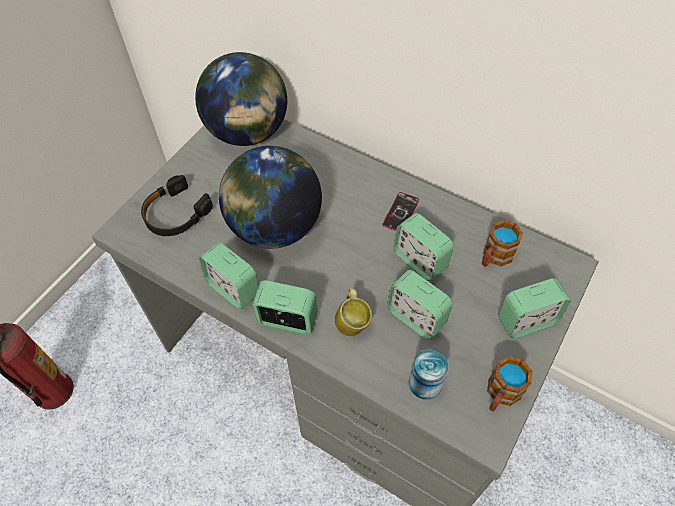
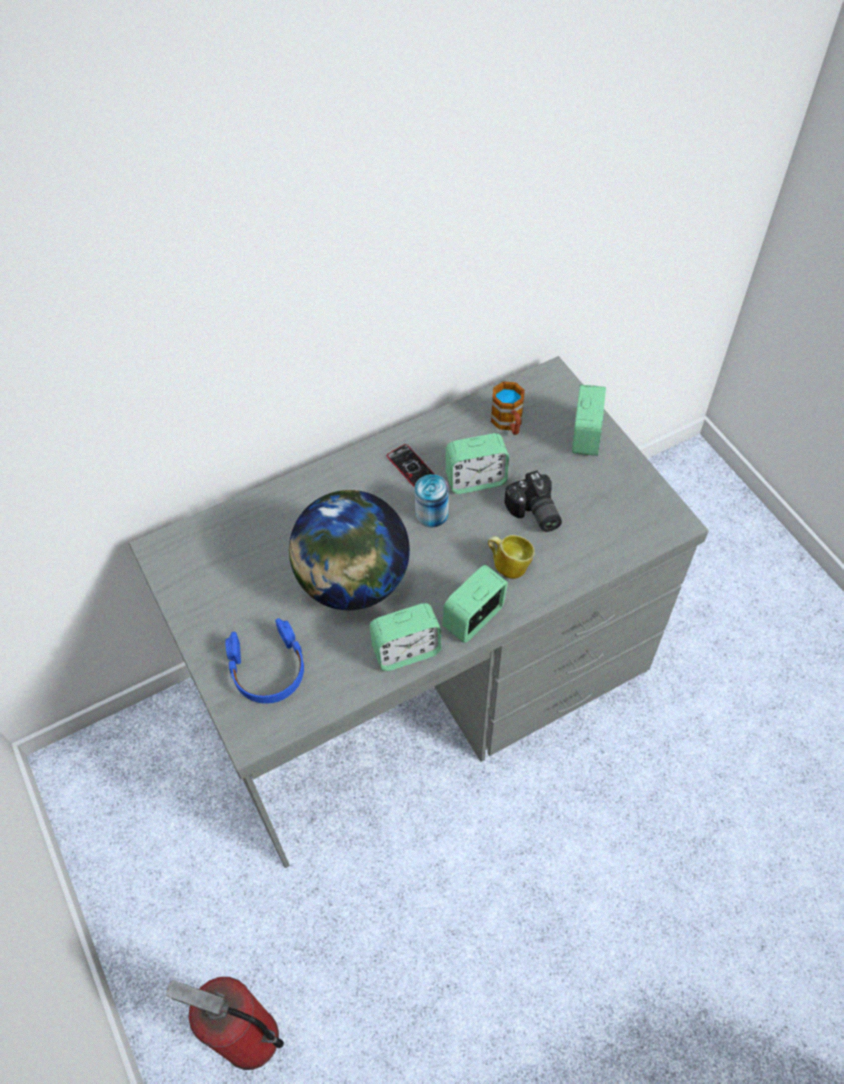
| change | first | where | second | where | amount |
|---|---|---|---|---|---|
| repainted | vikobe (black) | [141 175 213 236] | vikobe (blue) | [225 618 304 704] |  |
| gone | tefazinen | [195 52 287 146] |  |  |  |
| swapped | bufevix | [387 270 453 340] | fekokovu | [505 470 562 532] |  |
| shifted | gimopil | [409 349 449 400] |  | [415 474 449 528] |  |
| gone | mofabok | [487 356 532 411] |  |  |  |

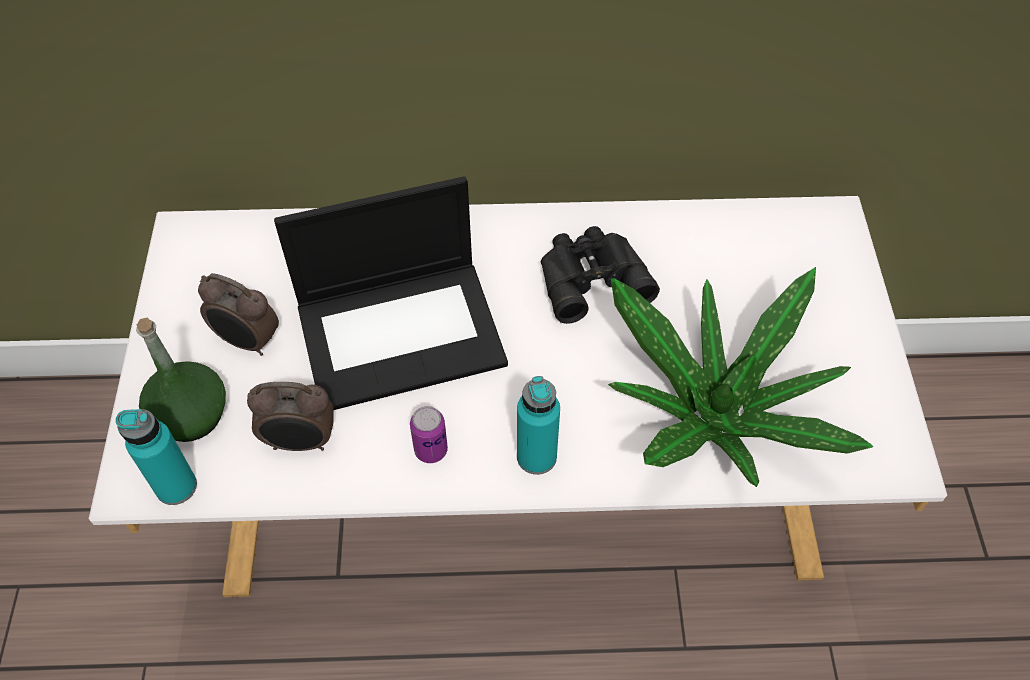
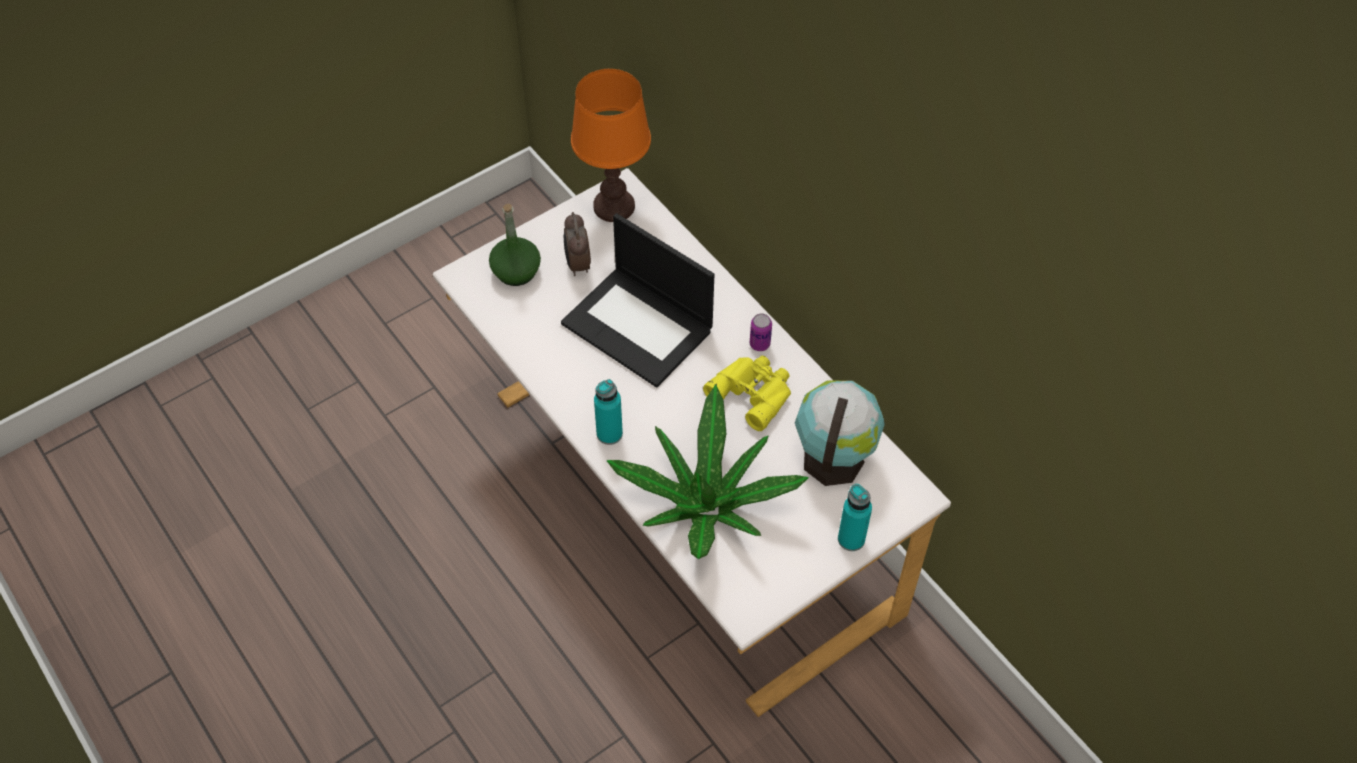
| change | first | where | second | where | amount |
|---|---|---|---|---|---|
| shifted | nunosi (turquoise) | [116 409 197 505] |  | [838 484 872 551] |  |
| gone | bufevix | [247 382 334 451] |  |  |  |
| shifted | gimopil | [410 406 448 463] |  | [750 313 772 351] |  |
| repainted | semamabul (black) | [541 226 660 324] | semamabul (yellow) | [703 356 791 431] |  |
| new |  |  | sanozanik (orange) | [571 69 651 222] |  |
| new |  |  | tefazinen | [795 380 885 486] |  |

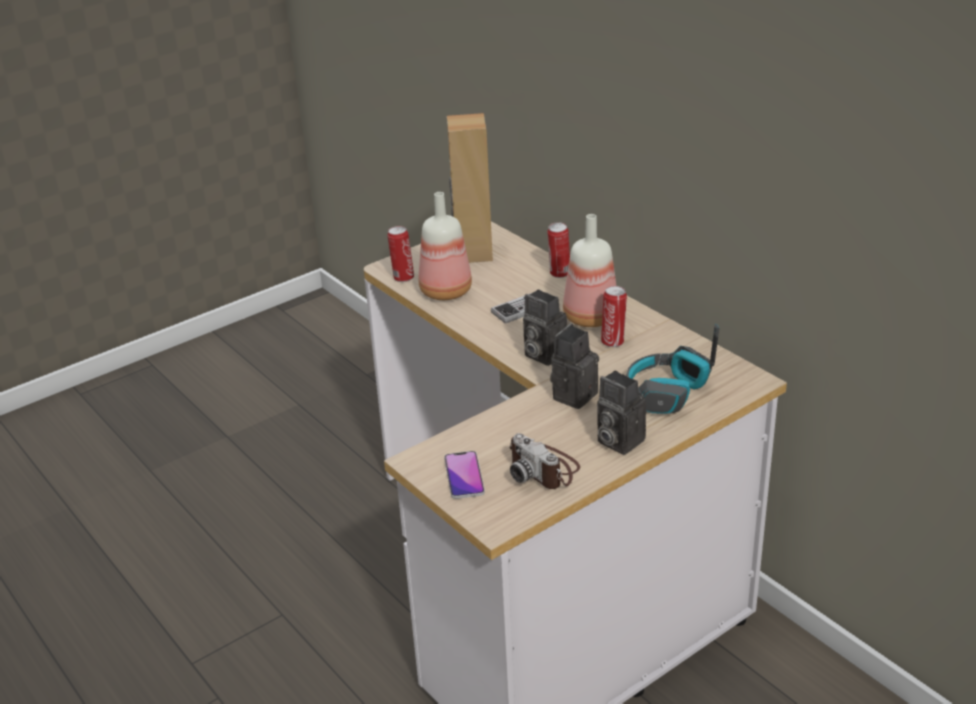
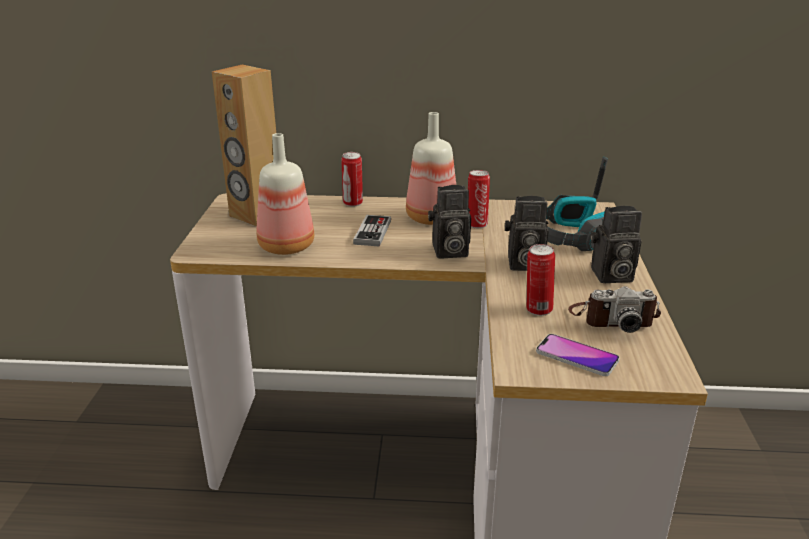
| change | first | where | second | where | amount |
|---|---|---|---|---|---|
| shifted | gimopil | [387 226 414 282] |  | [526 244 555 316] |  |
| rotated | fekokovu | [550 323 599 409] |  | [505 196 548 271] | 75 degrees counterclockwise |

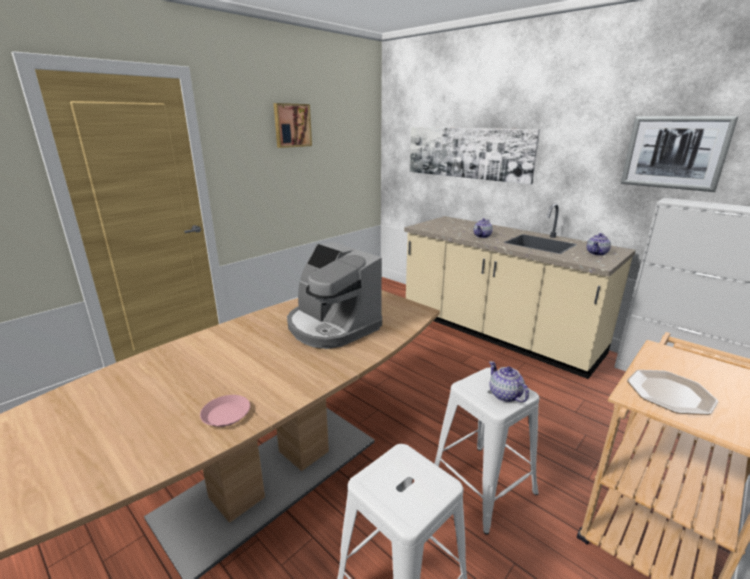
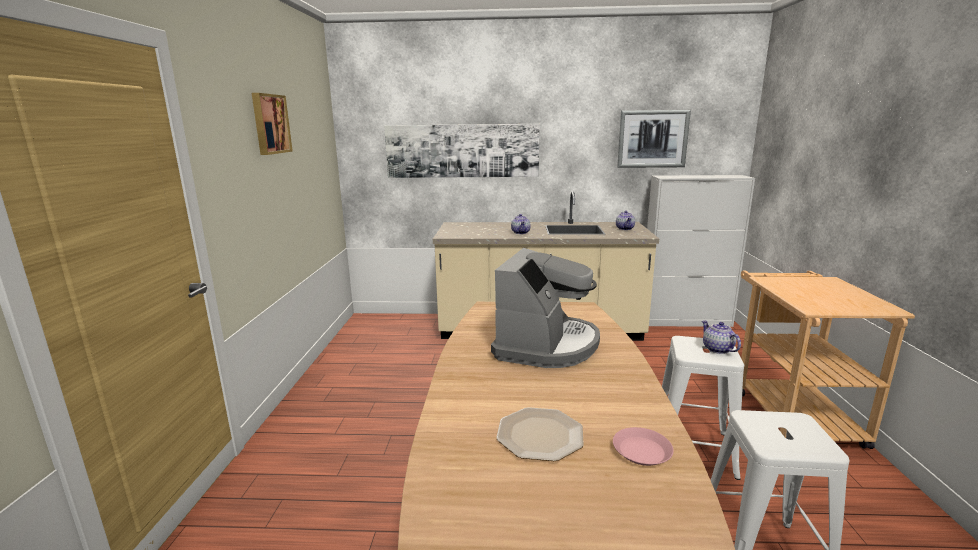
| change | first | where | second | where | amount |
|---|---|---|---|---|---|
| rotated | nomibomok | [287 242 382 349] |  | [491 248 600 368] | 75 degrees counterclockwise |
| rotated | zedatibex | [489 361 529 402] |  | [702 321 741 354] | 45 degrees clockwise |
| shifted | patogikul | [627 370 718 415] |  | [496 407 584 461] |  |

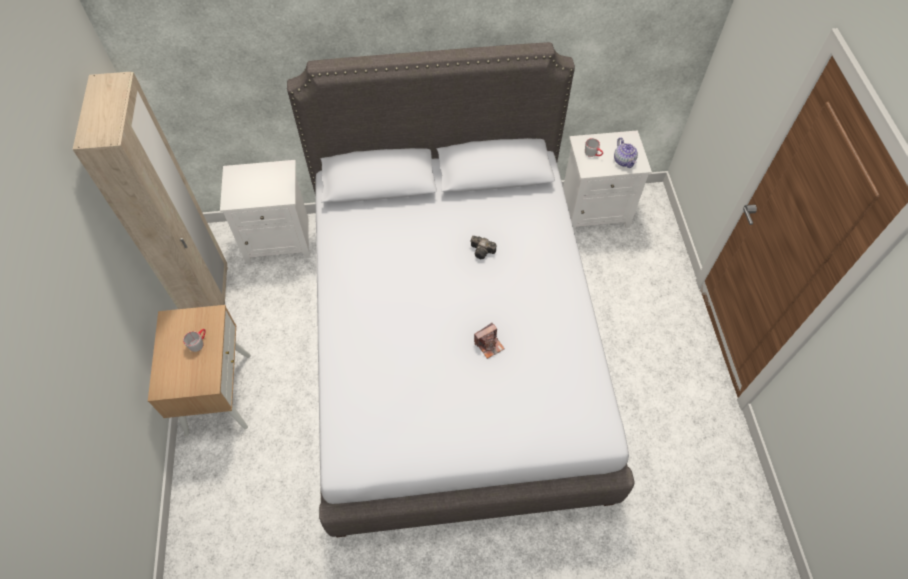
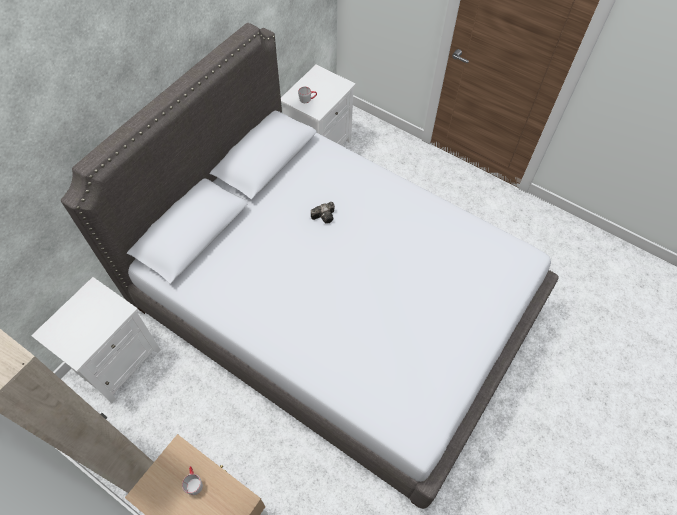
| change | first | where | second | where | amount |
|---|---|---|---|---|---|
| gone | fekokovu | [474 323 505 359] |  |  |  |
| gone | zedatibex | [614 138 638 168] |  |  |  |

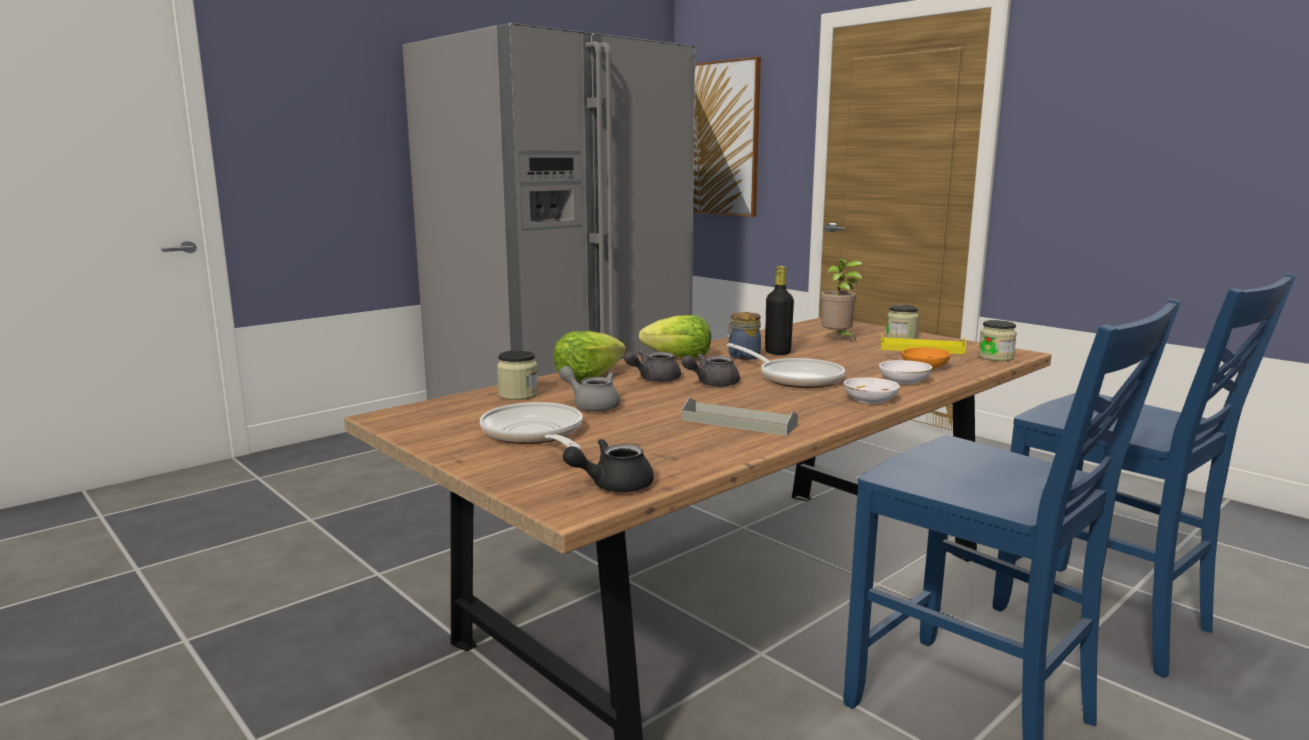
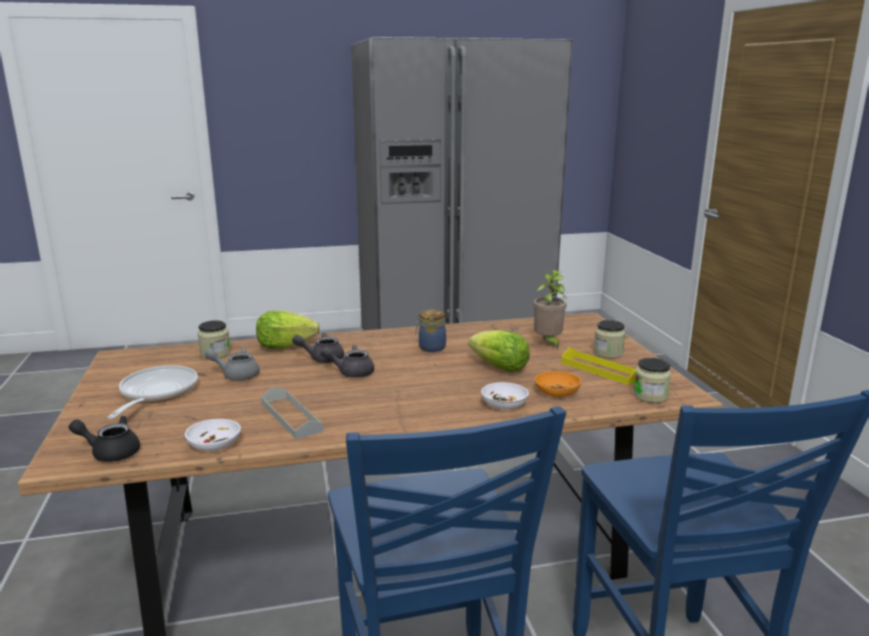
| change | first | where | second | where | amount |
|---|---|---|---|---|---|
| rotated | zedatibex (grey) | [559 366 620 412] |  | [205 347 260 380] | 60 degrees counterclockwise |
| shifted | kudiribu | [639 315 711 359] |  | [468 330 530 372] |  |
| gone | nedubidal | [693 57 761 217] |  |  |  |
| gone | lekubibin | [727 343 845 388] |  |  |  |
| gone | nunosi (black) | [765 266 794 355] |  |  |  |
| shifted | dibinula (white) | [844 377 900 404] |  | [184 419 241 451] |  |

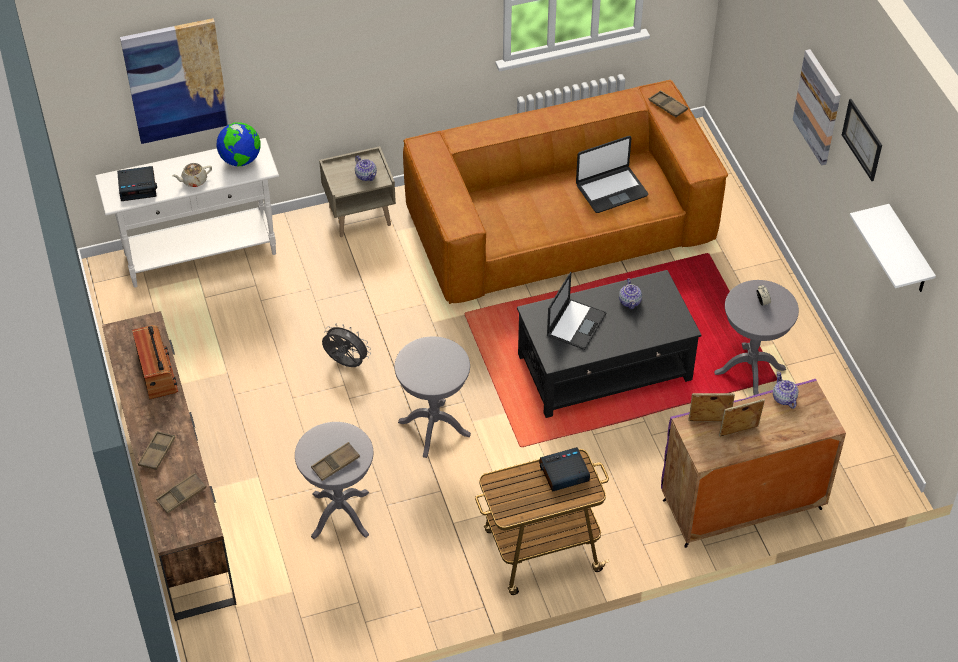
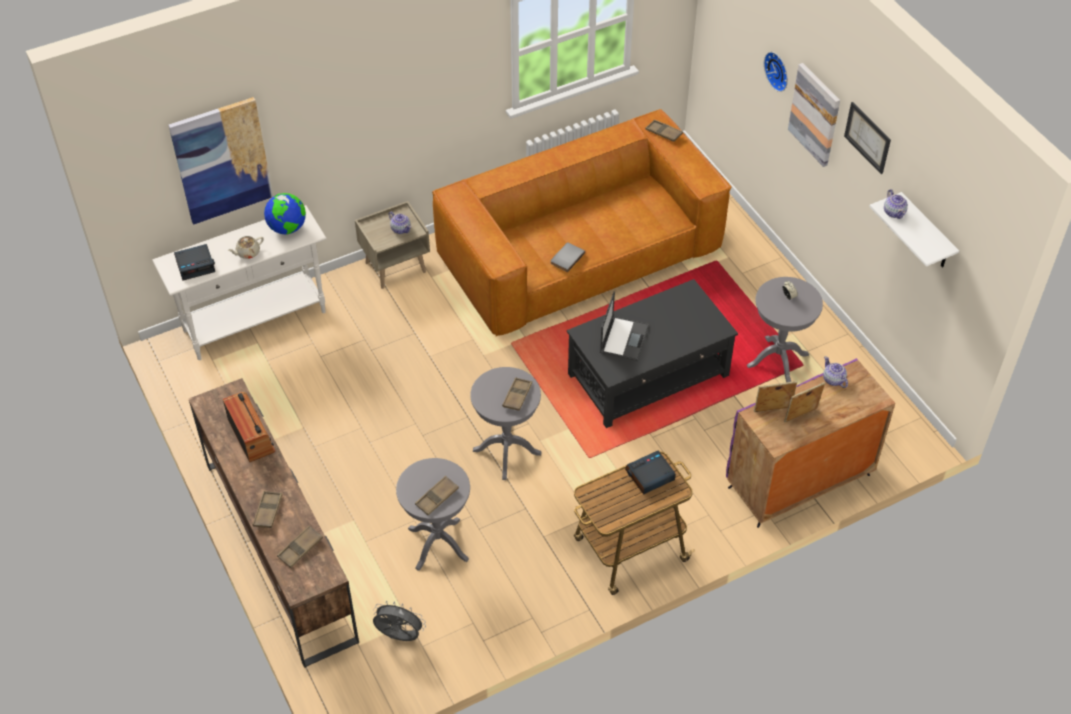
| change | first | where | second | where | amount |
|---|---|---|---|---|---|
| shifted | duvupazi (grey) | [322 323 371 367] |  | [373 601 426 641] |  |
| gone | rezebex | [576 136 648 213] |  |  |  |
| shifted | zedatibex | [619 278 642 309] |  | [884 189 908 219] |  |
| new |  |  | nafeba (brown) | [502 377 532 411] |  |
| new |  |  | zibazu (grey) | [550 242 585 272] |  |
| new |  |  | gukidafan | [764 52 788 92] |  |

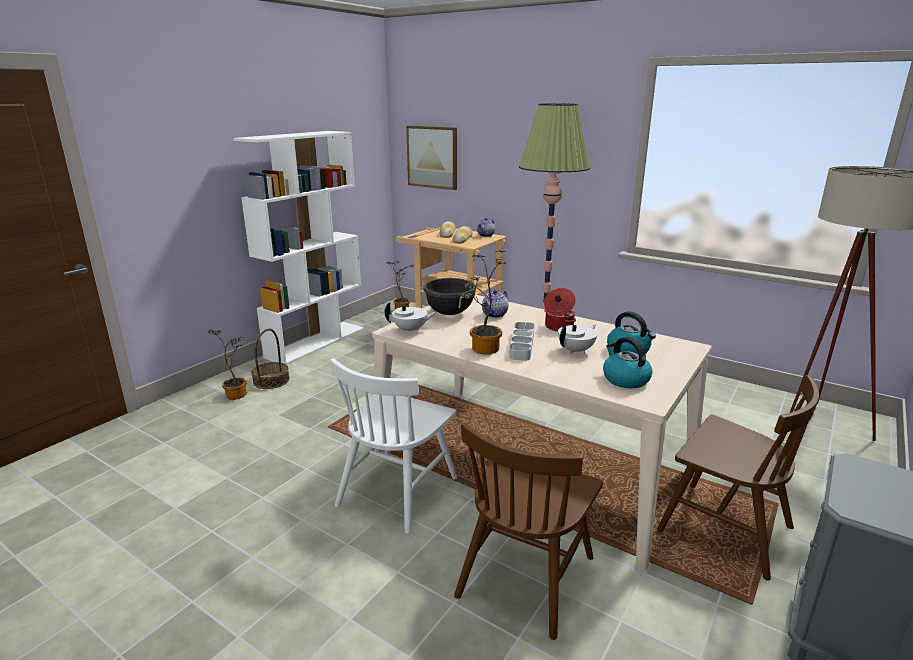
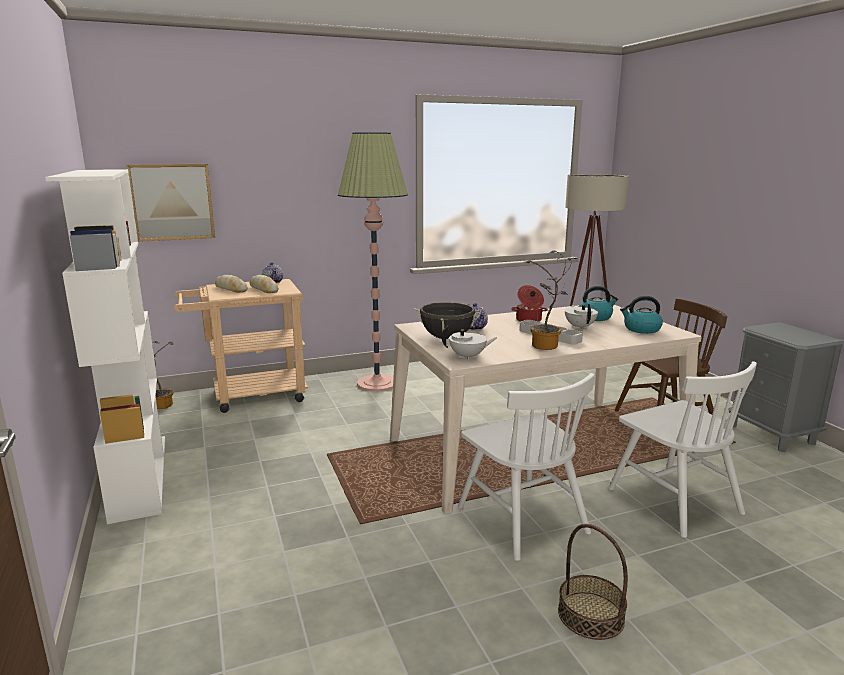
| change | first | where | second | where | amount |
|---|---|---|---|---|---|
| gone | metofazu | [208 329 247 400] |  |  |  |
| shifted | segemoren | [251 329 290 389] |  | [558 524 628 640] |  |
| rotated | zedatibex (white) | [385 302 437 334] |  | [441 326 497 361] | 60 degrees clockwise |
| repainted | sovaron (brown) | [454 422 603 640] | sovaron (white) | [608 361 757 538] |  |

